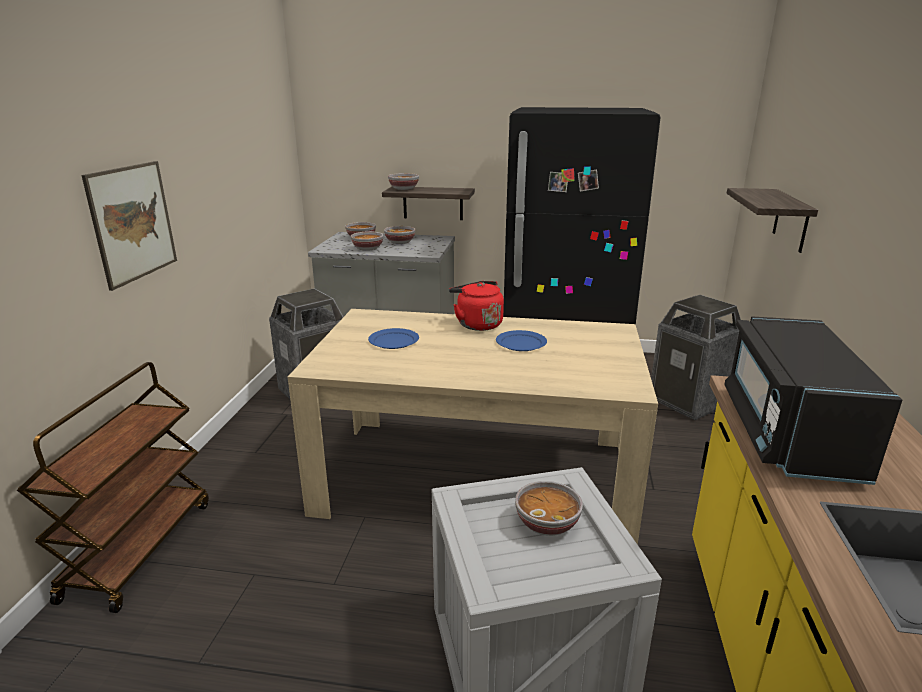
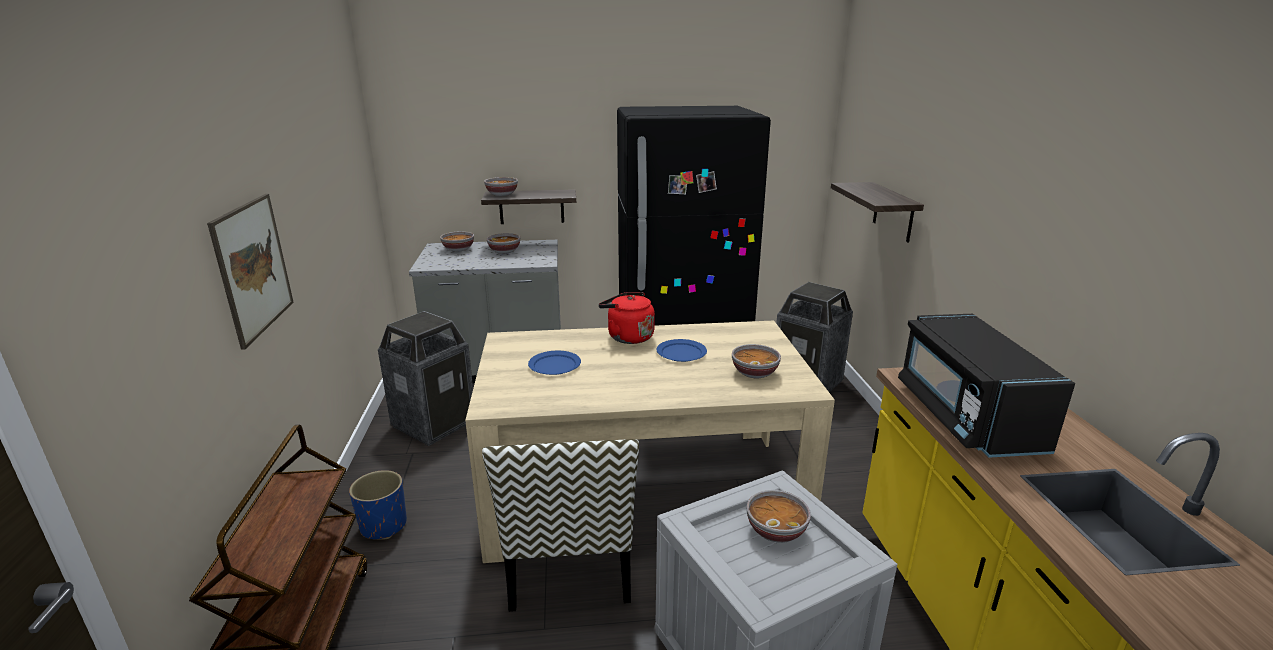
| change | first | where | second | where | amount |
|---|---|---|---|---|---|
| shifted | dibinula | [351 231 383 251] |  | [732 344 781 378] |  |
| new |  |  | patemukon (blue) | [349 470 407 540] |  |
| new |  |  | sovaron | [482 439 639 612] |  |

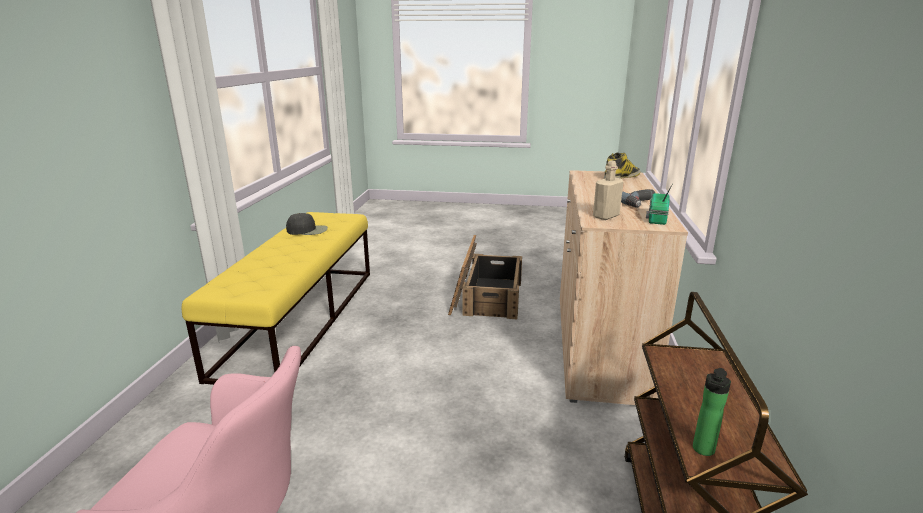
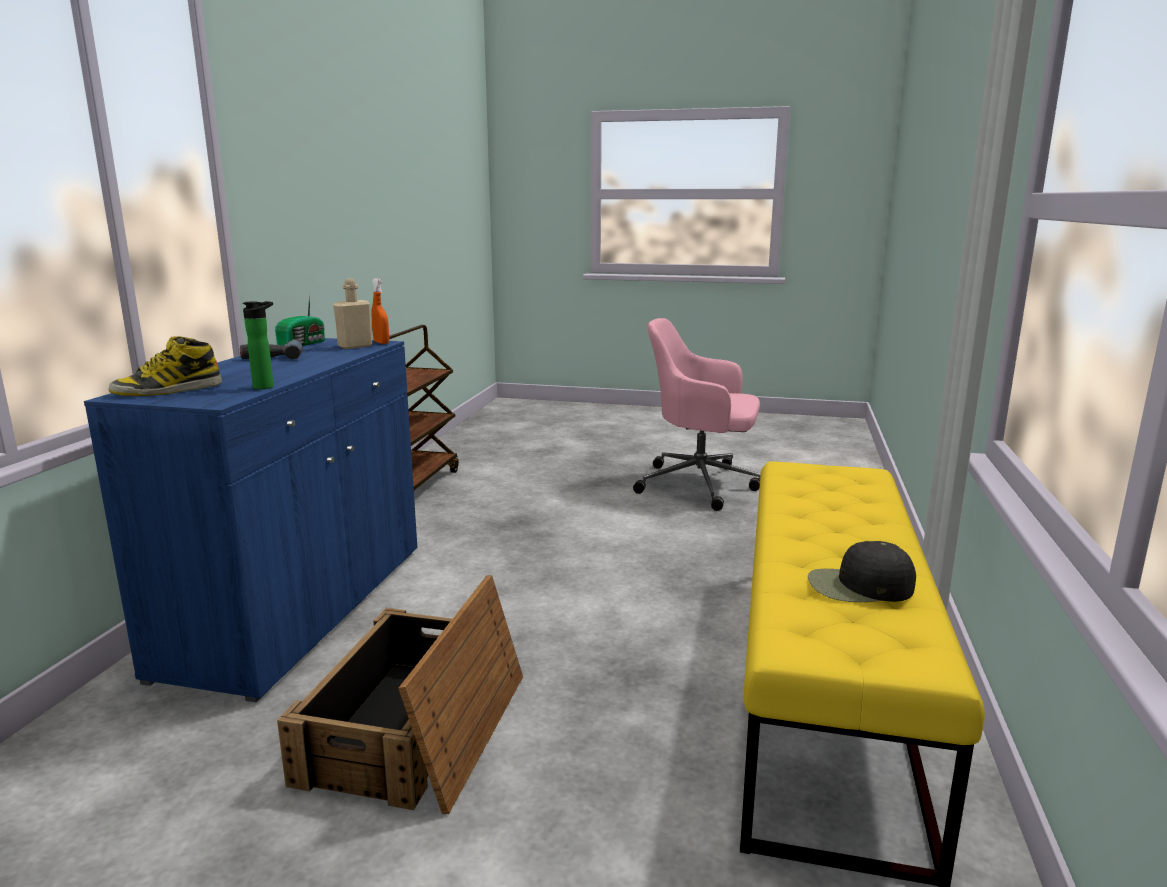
| change | first | where | second | where | amount |
|---|---|---|---|---|---|
| repainted | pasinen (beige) | [560 170 688 405] | pasinen (blue) | [84 338 418 702] |  |
| shifted | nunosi | [693 368 731 456] |  | [243 301 274 390] |  |
| new |  |  | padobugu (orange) | [372 278 389 344] |  |

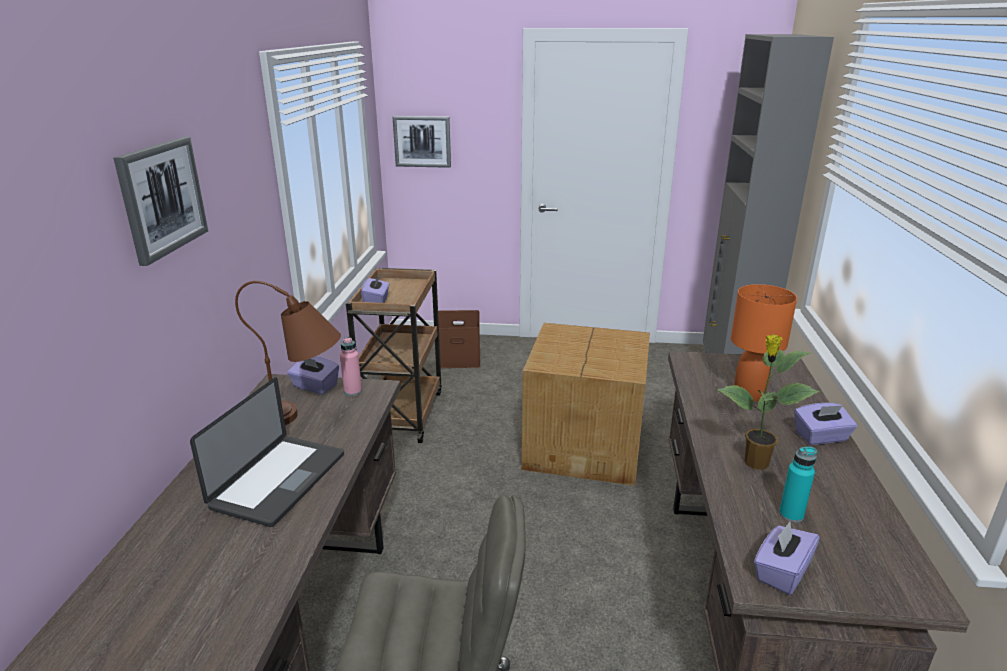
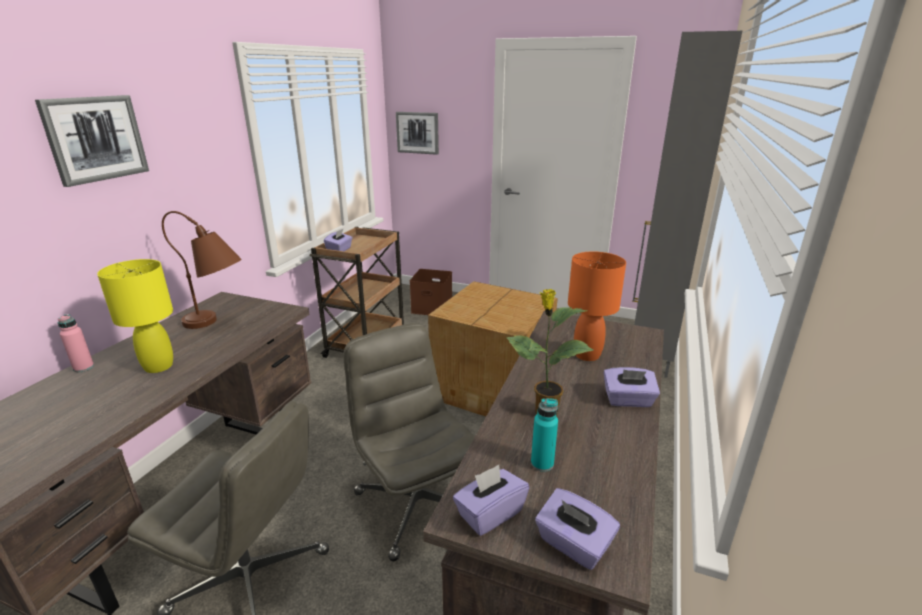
| change | first | where | second | where | amount |
|---|---|---|---|---|---|
| swapped | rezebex | [190 377 344 527] | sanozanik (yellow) | [97 259 173 373] |  |
| shifted | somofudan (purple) | [287 356 339 394] |  | [535 488 620 570] |  |
| shifted | nunosi (pink) | [340 337 362 396] |  | [58 314 94 372] |  |
| new |  |  | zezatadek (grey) | [343 323 475 561] |  |

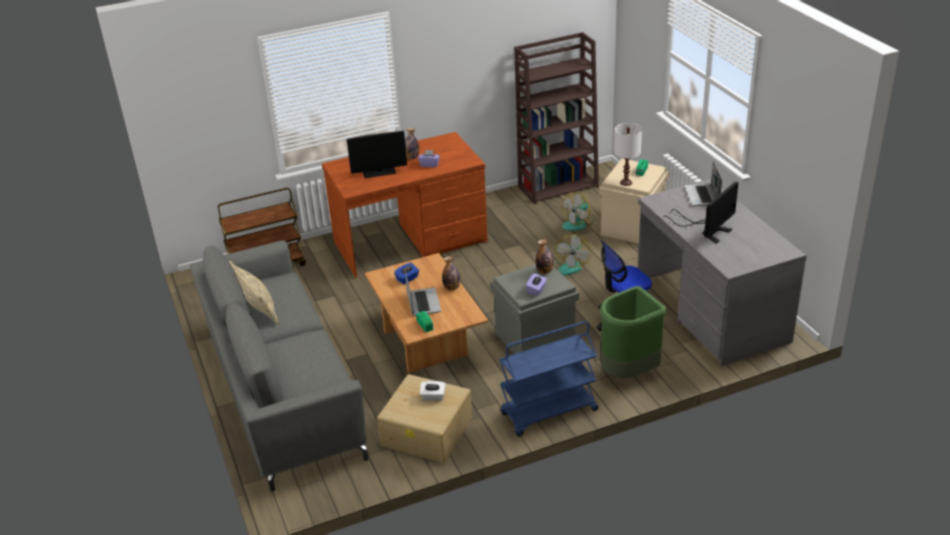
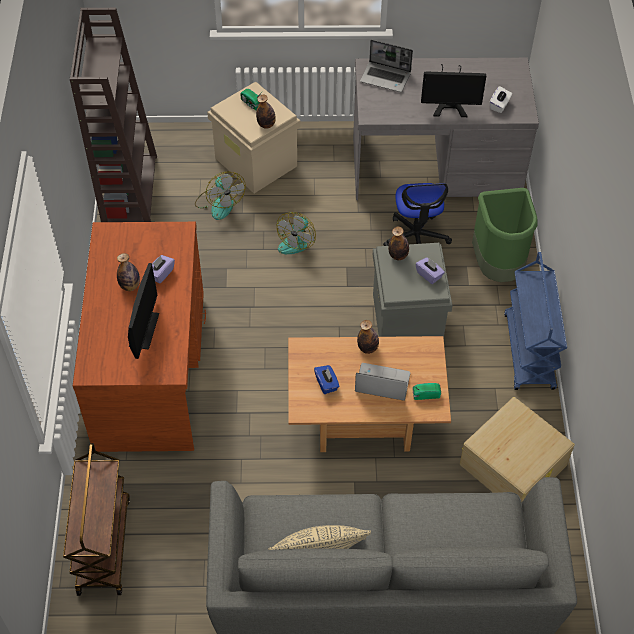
| change | first | where | second | where | amount |
|---|---|---|---|---|---|
| shifted | somofudan (white) | [420 381 446 401] |  | [490 86 512 113] |  |
| rotated | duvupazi | [553 234 591 275] |  | [277 212 316 254] | 75 degrees clockwise |
| swapped | sanozanik (white) | [614 123 642 186] | nunosi | [256 94 276 129] |  |
| rotated | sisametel | [665 182 738 244] |  | [421 64 486 117] | 120 degrees clockwise |

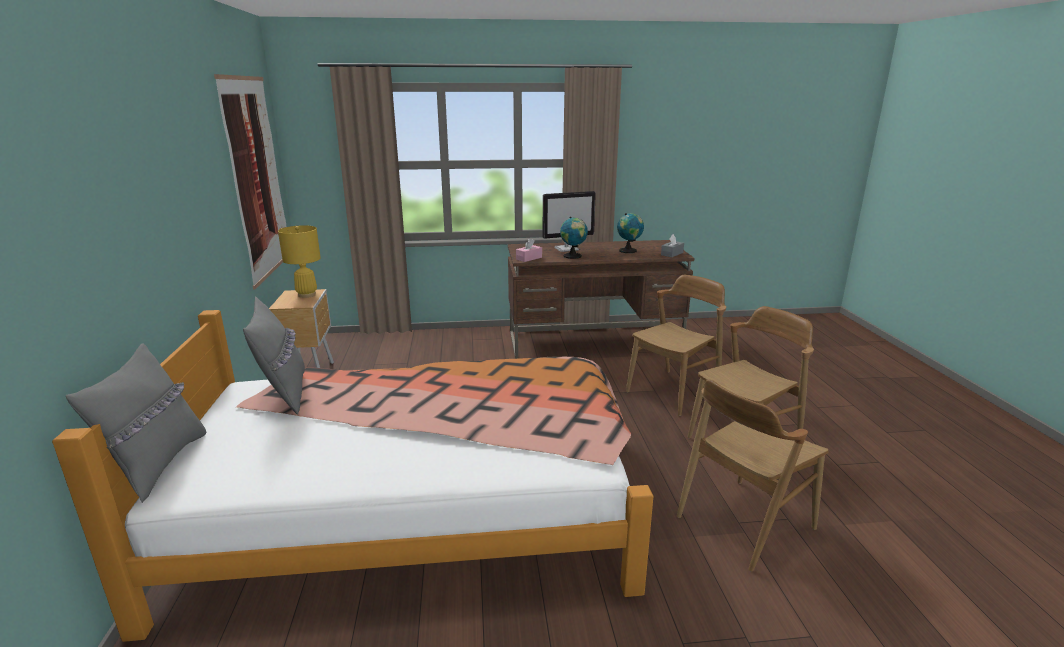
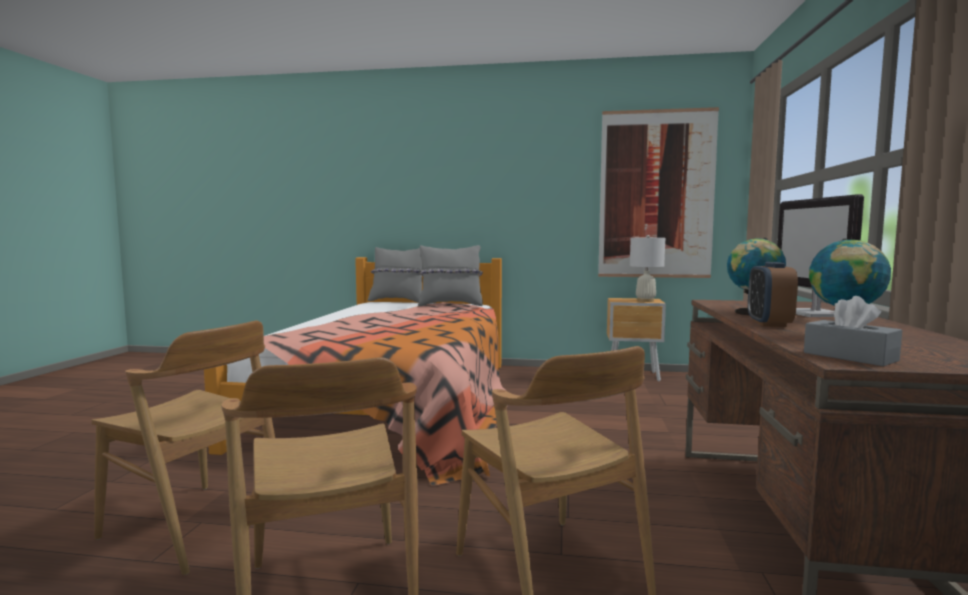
| change | first | where | second | where | amount |
|---|---|---|---|---|---|
| repainted | sanozanik (yellow) | [278 225 321 298] | sanozanik (white) | [630 235 665 302] |  |
| gone | somofudan (pink) | [516 238 542 262] |  |  |  |
| rotated | sovaron (brown) | [677 380 829 572] |  | [91 320 275 575] | 135 degrees clockwise |
| new |  |  | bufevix | [748 262 798 327] |  |

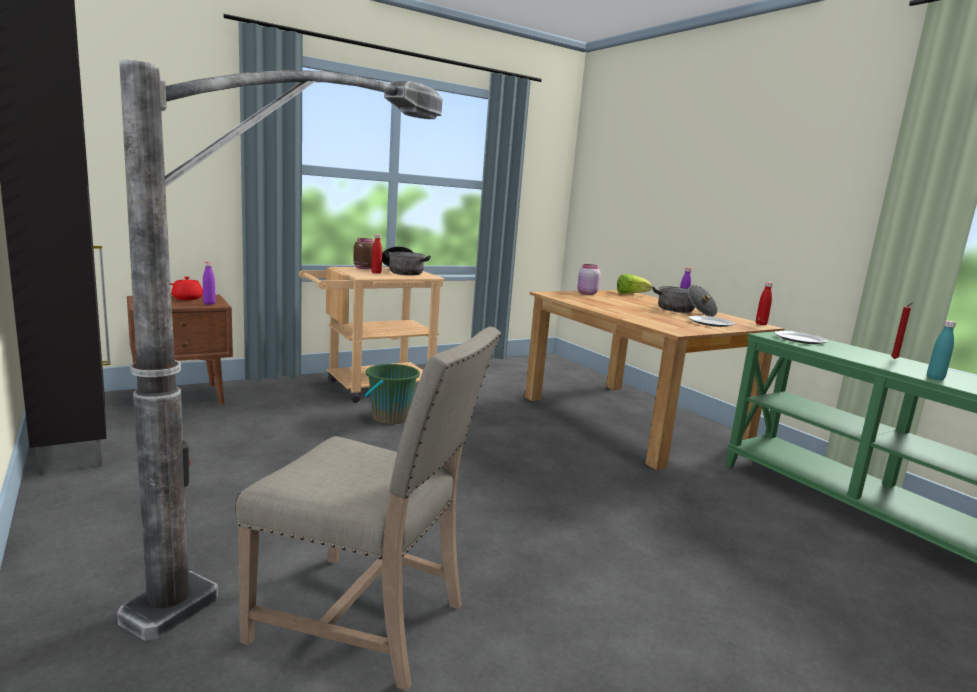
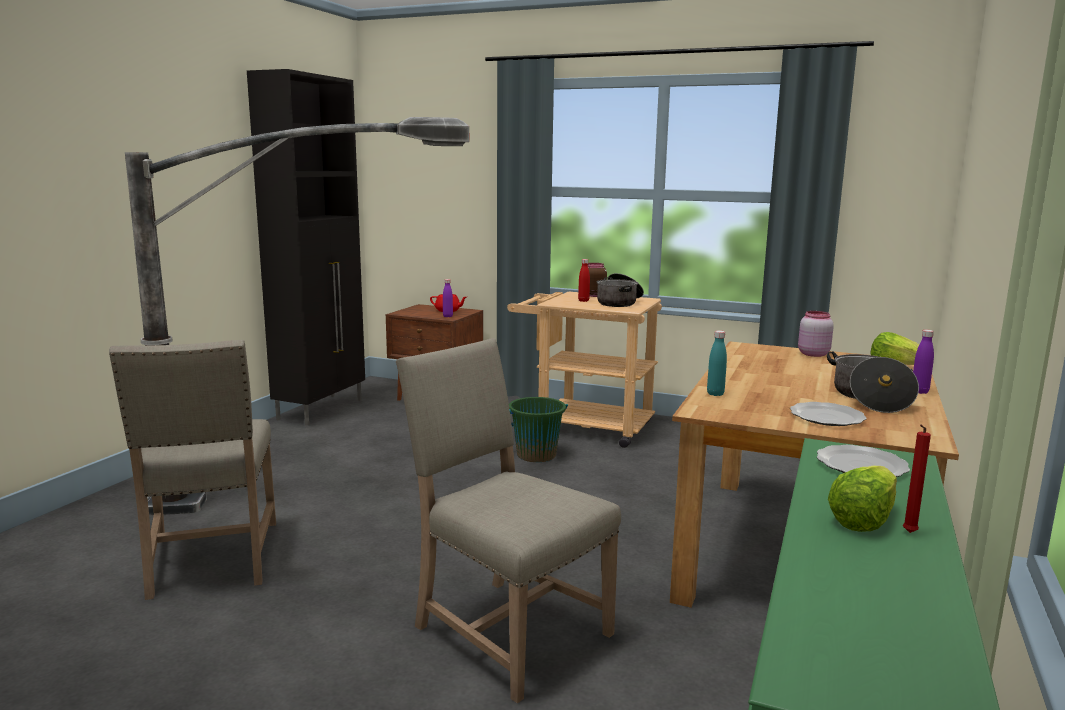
| change | first | where | second | where | amount |
|---|---|---|---|---|---|
| gone | nunosi (red) | [756 282 773 325] |  |  |  |
| shifted | nunosi (turquoise) | [927 320 956 380] |  | [707 330 727 396] |  |
| new |  |  | sovaron (beige) | [396 338 621 703] |  |
| new |  |  | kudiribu | [828 466 897 532] |  |

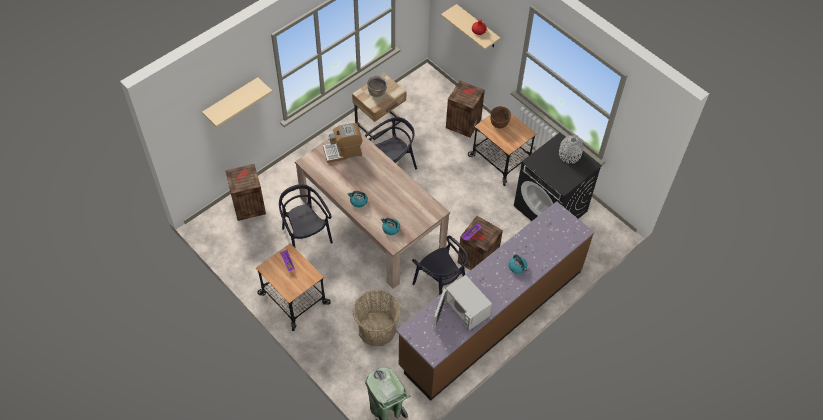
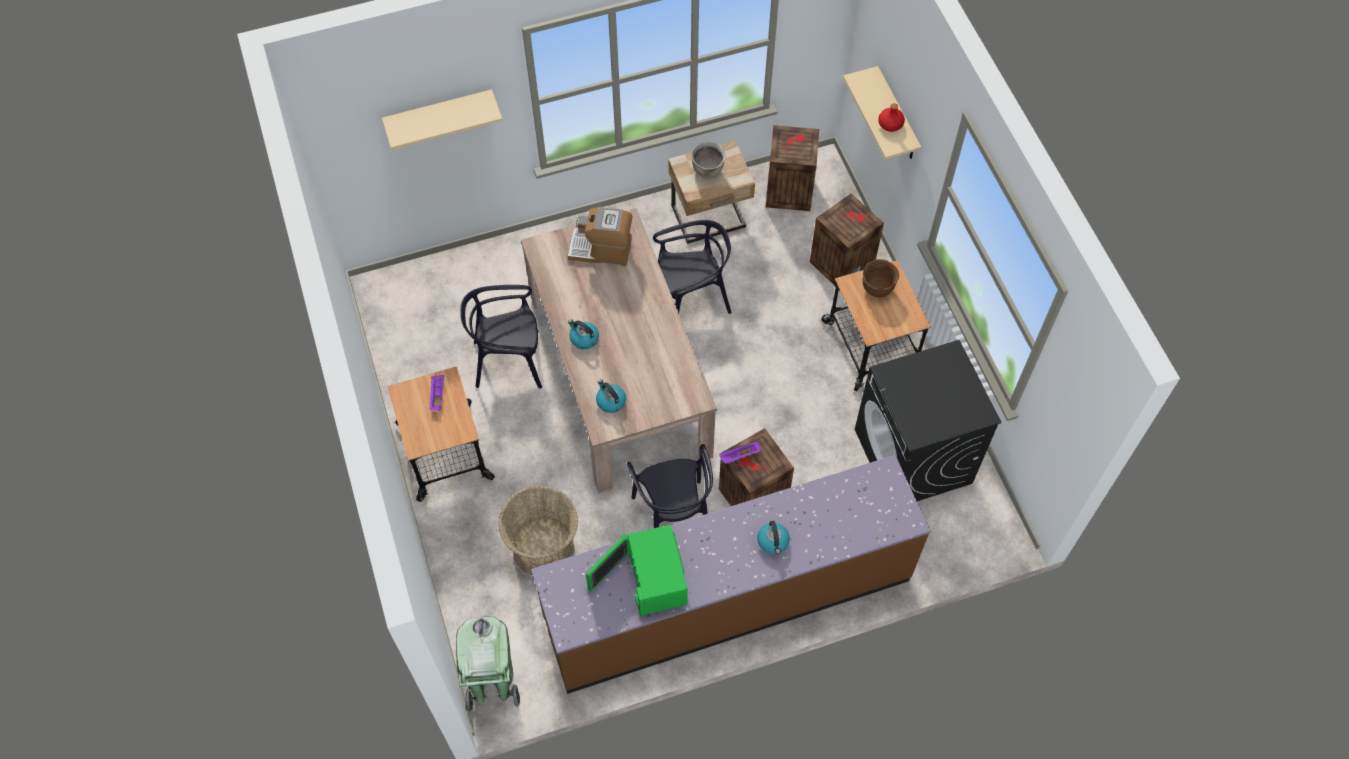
| change | first | where | second | where | amount |
|---|---|---|---|---|---|
| shifted | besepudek | [225 164 266 221] |  | [766 125 819 211] |  |
| rotated | sovaron (black) | [279 184 333 247] |  | [461 285 542 389] | 90 degrees counterclockwise |
| repainted | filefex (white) | [433 275 492 331] | filefex (green) | [586 525 688 616] |  |
| gone | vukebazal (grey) | [559 135 584 164] |  |  |  |

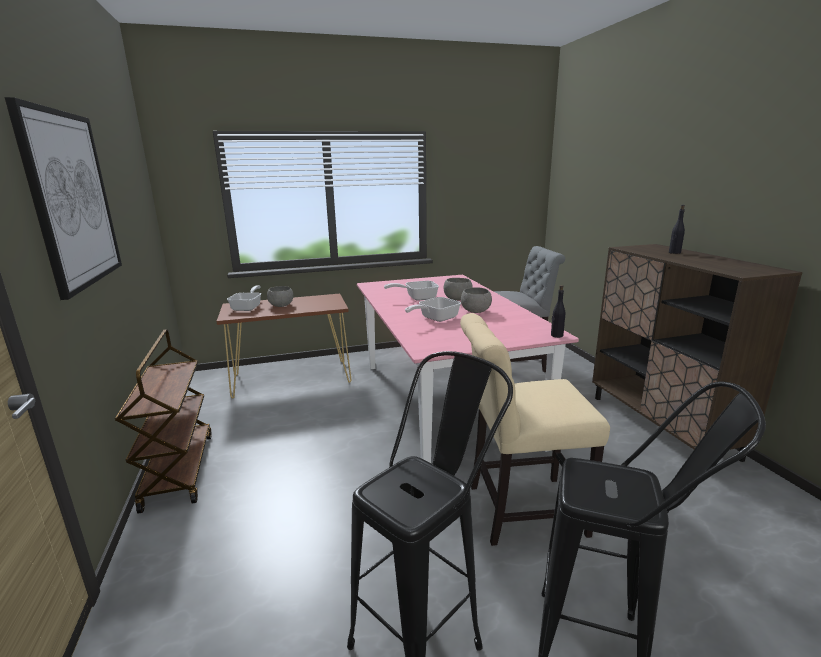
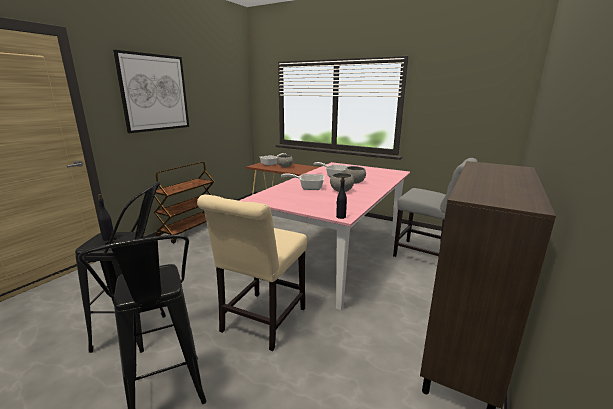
| change | first | where | second | where | amount |
|---|---|---|---|---|---|
| rotated | sovaron (beige) | [460 313 610 546] |  | [197 195 307 351] | 105 degrees counterclockwise |
| shifted | nunosi (black) | [669 205 685 254] |  | [98 194 115 241] |  |

